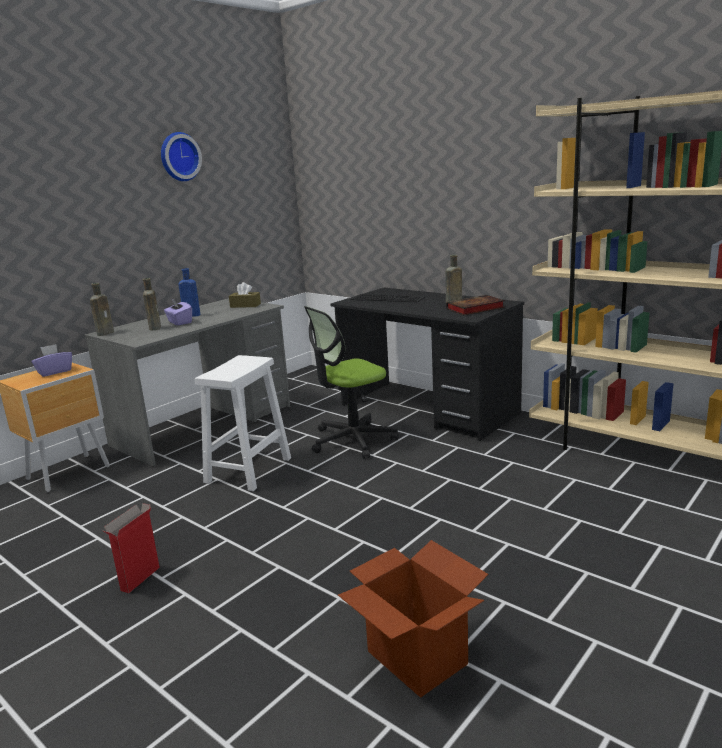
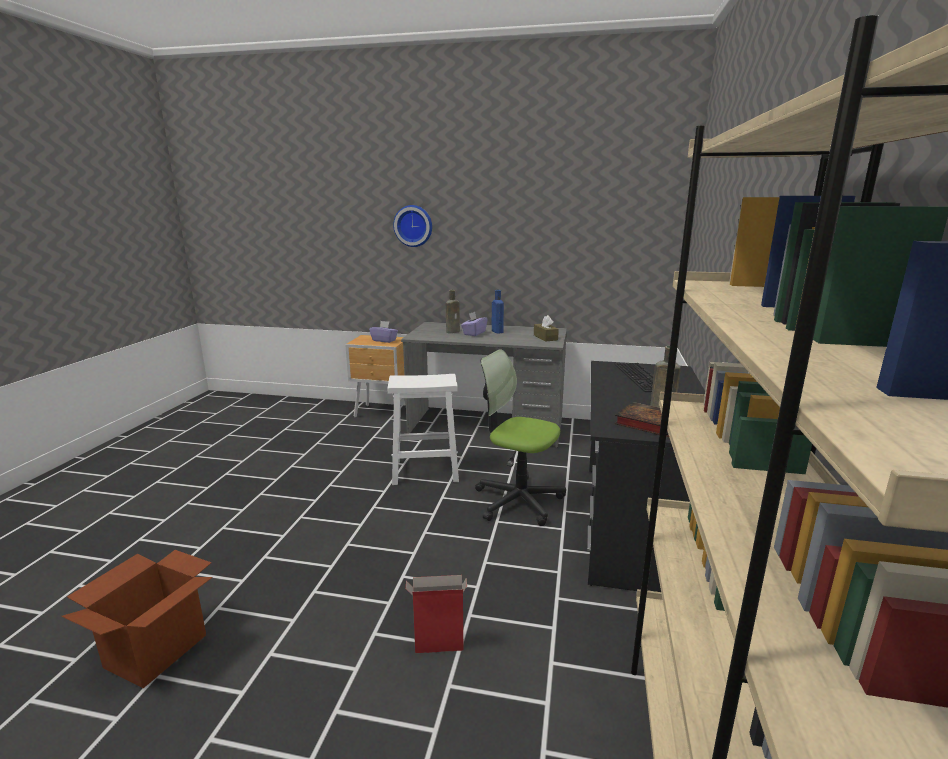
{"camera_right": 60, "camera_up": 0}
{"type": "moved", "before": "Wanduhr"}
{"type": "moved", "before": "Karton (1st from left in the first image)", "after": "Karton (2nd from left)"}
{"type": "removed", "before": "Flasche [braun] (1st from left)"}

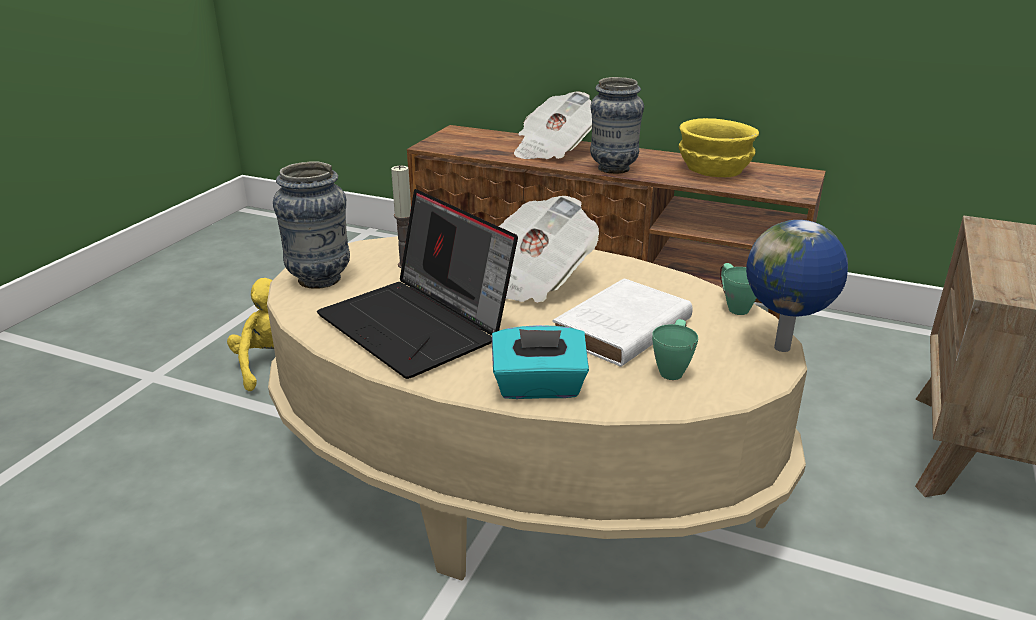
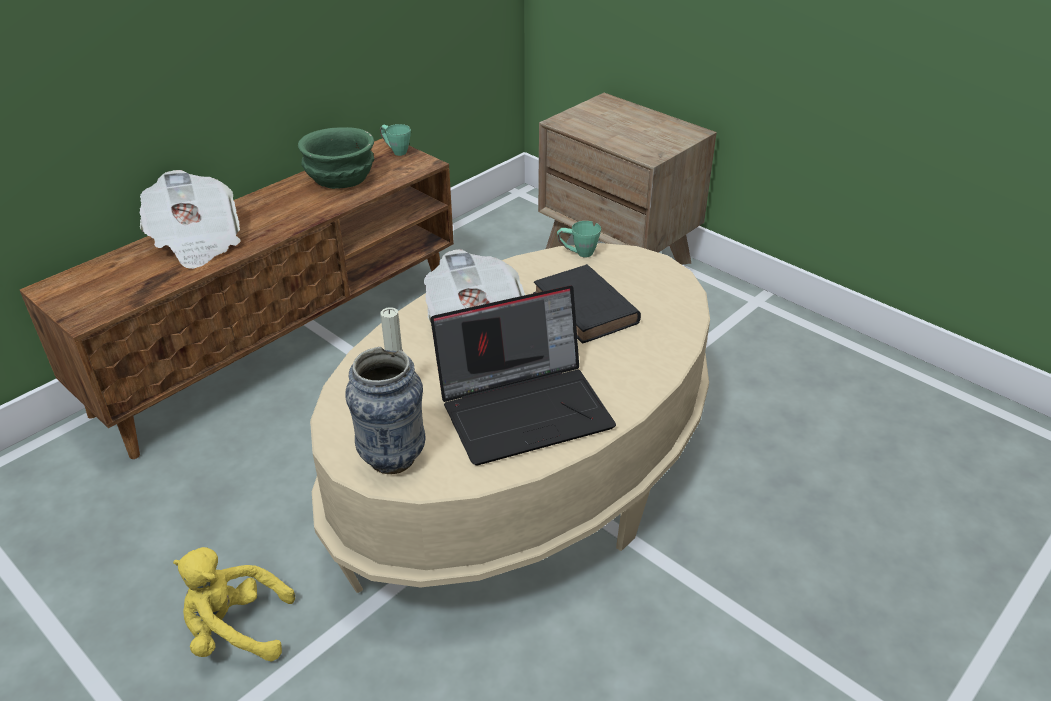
{"camera_right": -70, "camera_up": 10}
{"type": "recoloured", "before": "Schüssel [gelb]", "after": "Schüssel [grün]"}
{"type": "moved", "before": "Henkelbecher [grün] (1st from left)"}
{"type": "recoloured", "before": "Buch [weiß]", "after": "Buch [schwarz]"}
{"type": "removed", "before": "Taschentuchbox [türkis]"}
{"type": "removed", "before": "Vase (2nd from left)"}
{"type": "removed", "before": "Globus"}

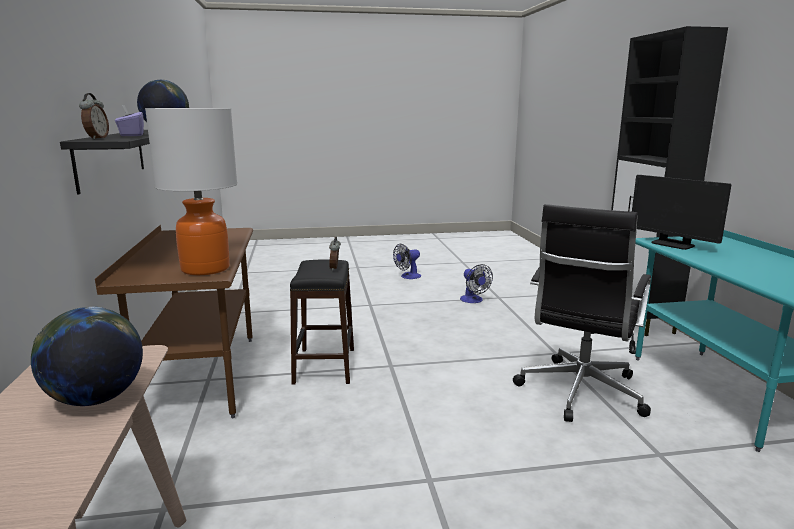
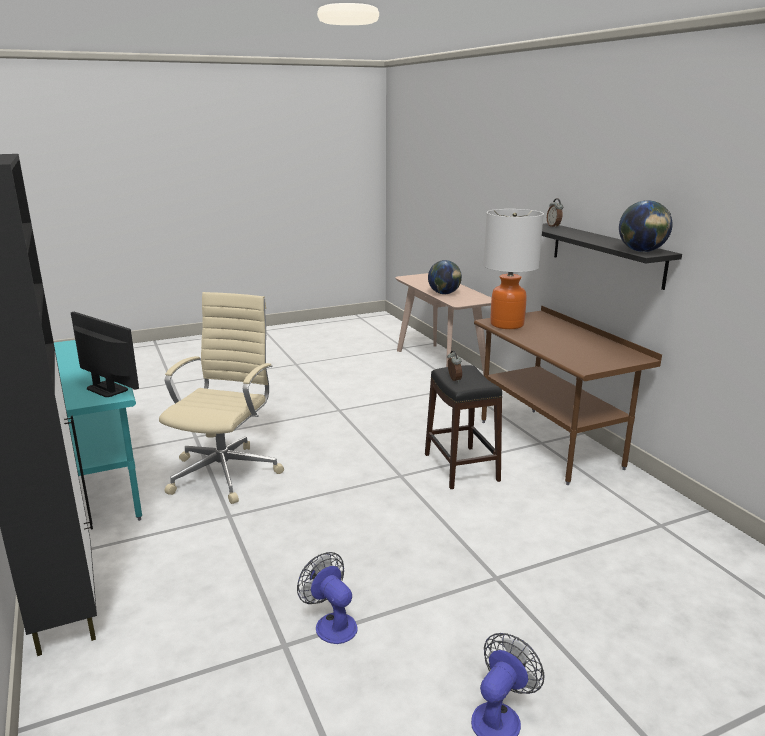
{"camera_right": 165, "camera_up": 5}
{"type": "recoloured", "before": "Bürostuhl [schwarz]", "after": "Bürostuhl [beige]"}
{"type": "removed", "before": "Taschentuchbox [lila]"}

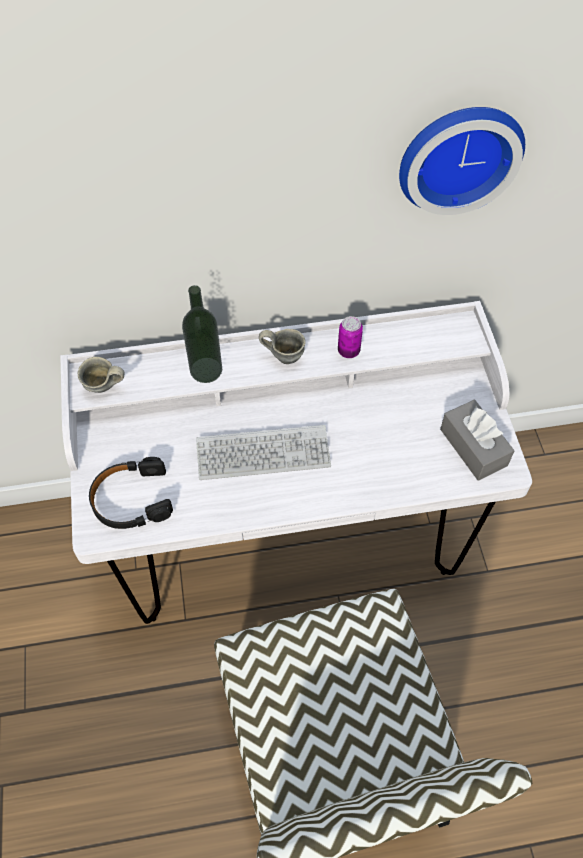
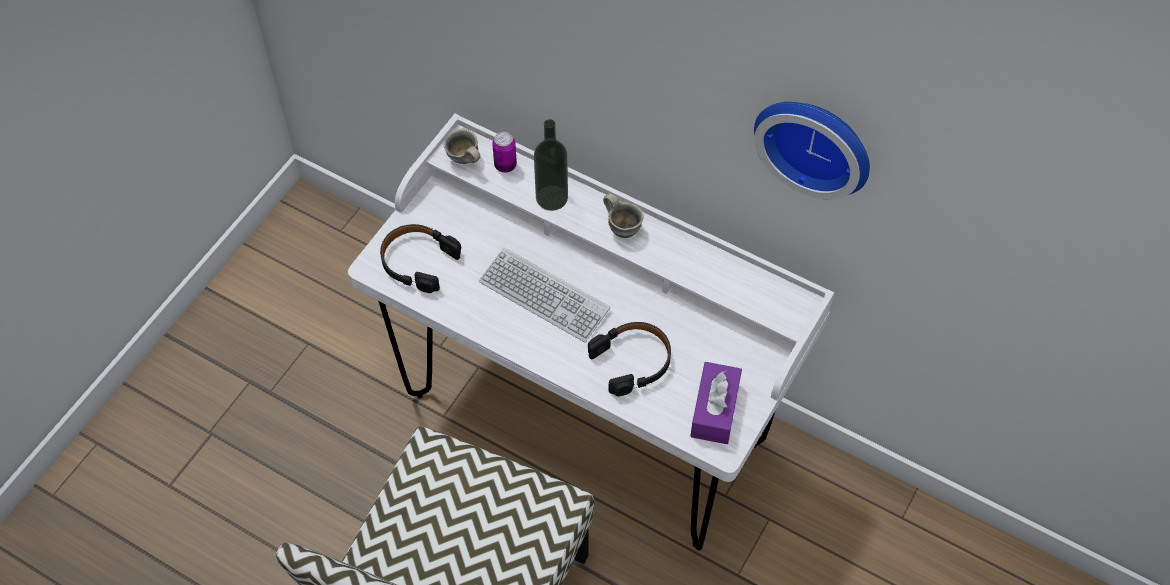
{"camera_right": 40, "camera_up": 0}
{"type": "moved", "before": "Dose"}
{"type": "added", "after": "Kopfhörer [schwarz] (2nd from left)"}
{"type": "recoloured", "before": "Taschentuchbox [grau]", "after": "Taschentuchbox [lila]"}

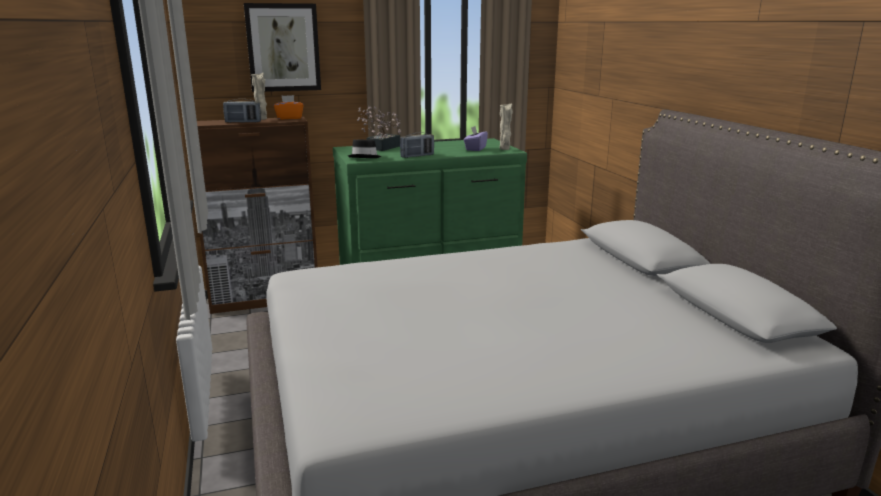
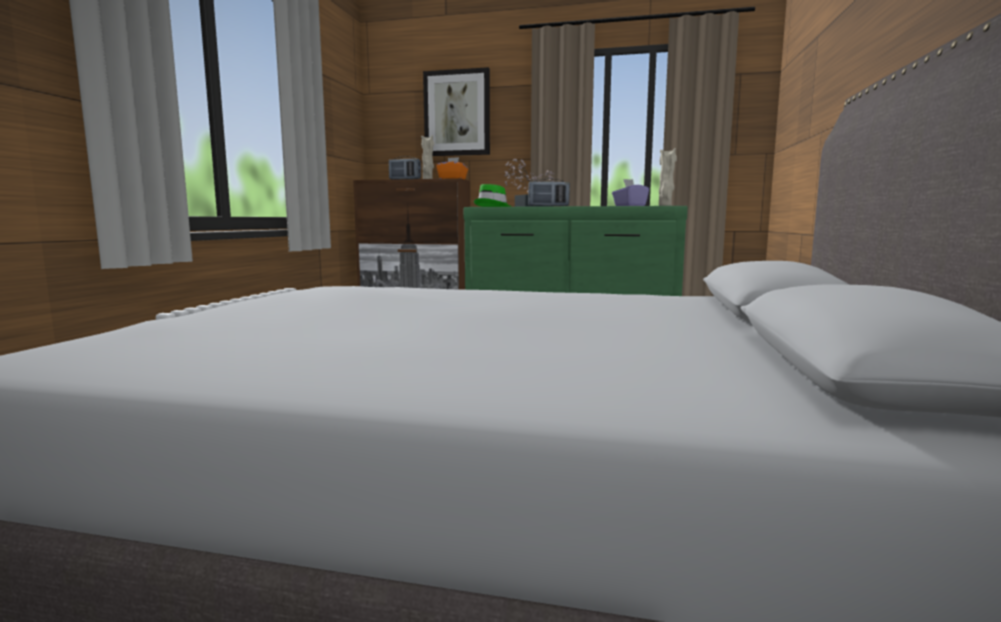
{"camera_right": 30, "camera_up": -10}
{"type": "recoloured", "before": "Hut [schwarz]", "after": "Hut [grün]"}

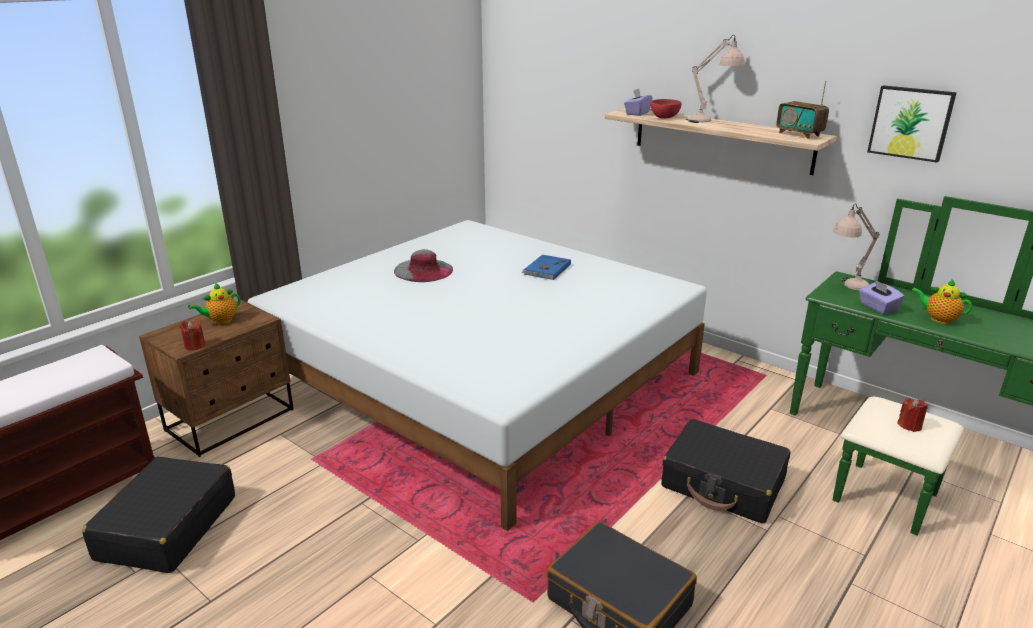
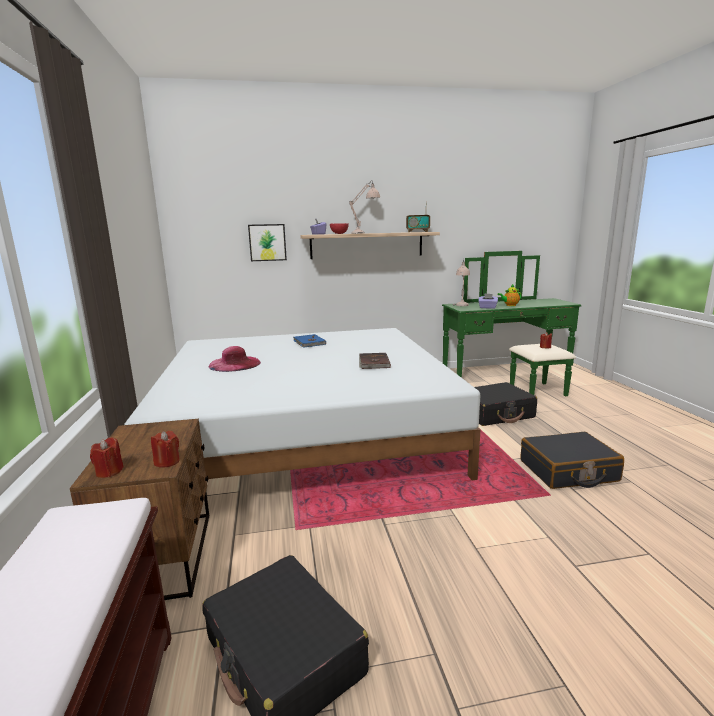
{"camera_right": -50, "camera_up": -10}
{"type": "added", "after": "Kerze [rot] (1st from left)"}
{"type": "recoloured", "before": "Hut [grau]", "after": "Hut [rosa]"}
{"type": "moved", "before": "Bild"}
{"type": "added", "after": "Buch [braun]"}
{"type": "removed", "before": "Teekanne (1st from left)"}

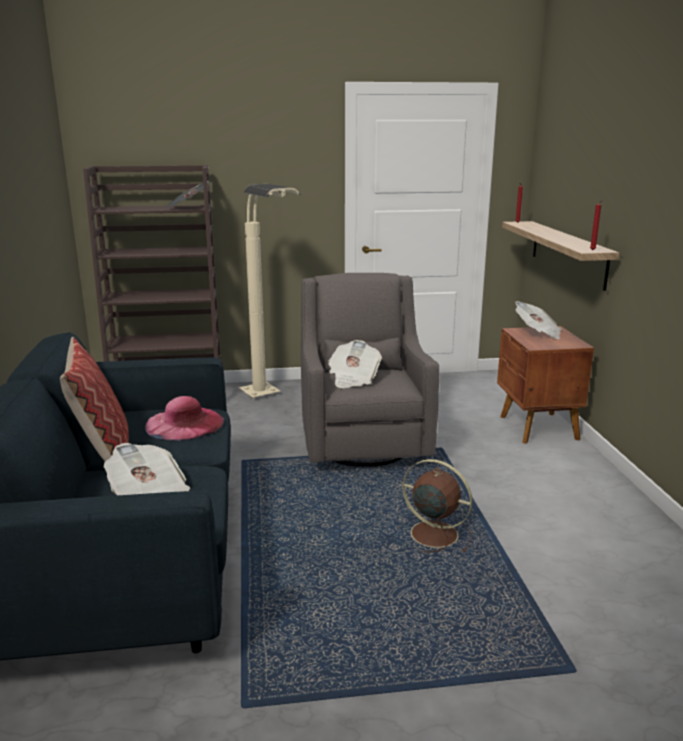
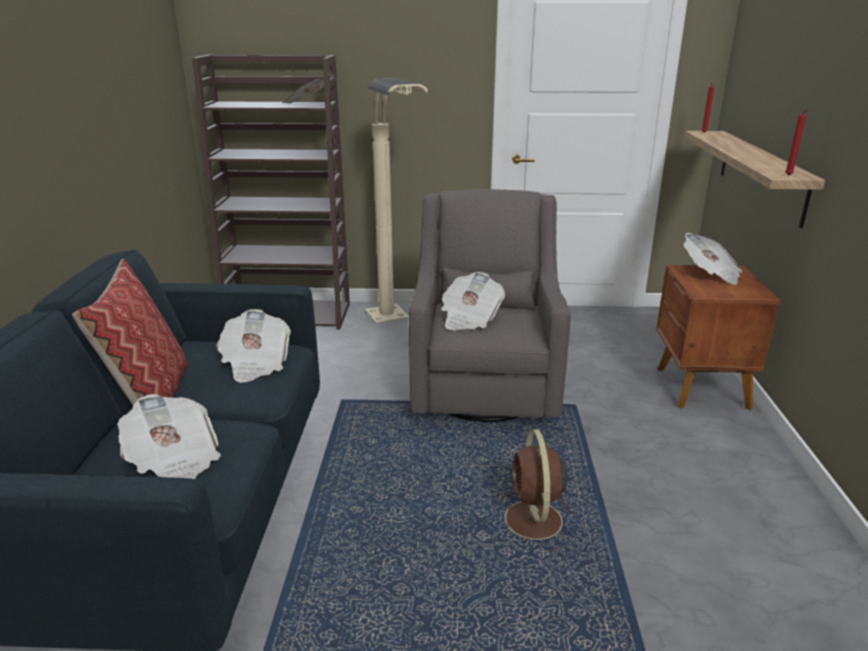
{"camera_right": 10, "camera_up": 5}
{"type": "replaced", "before": "Hut [rosa]", "after": "Zeitung (2nd from left)"}
{"type": "turned", "before": "Ventilator [braun]", "turn": -135}

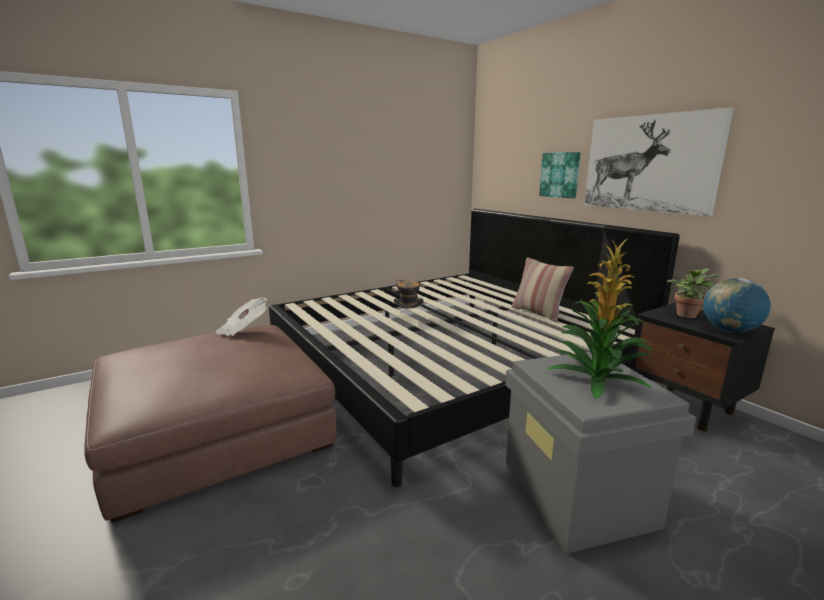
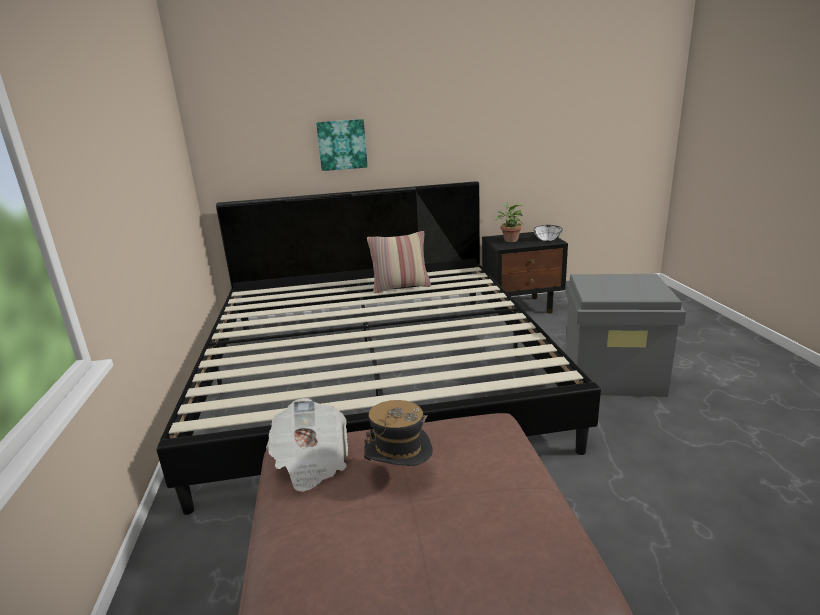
{"camera_right": -65, "camera_up": 5}
{"type": "moved", "before": "Hut"}
{"type": "replaced", "before": "Globus", "after": "Schüssel [weiß]"}
{"type": "removed", "before": "Topfpflanze (1st from left)"}
{"type": "removed", "before": "Bild (2nd from left)"}

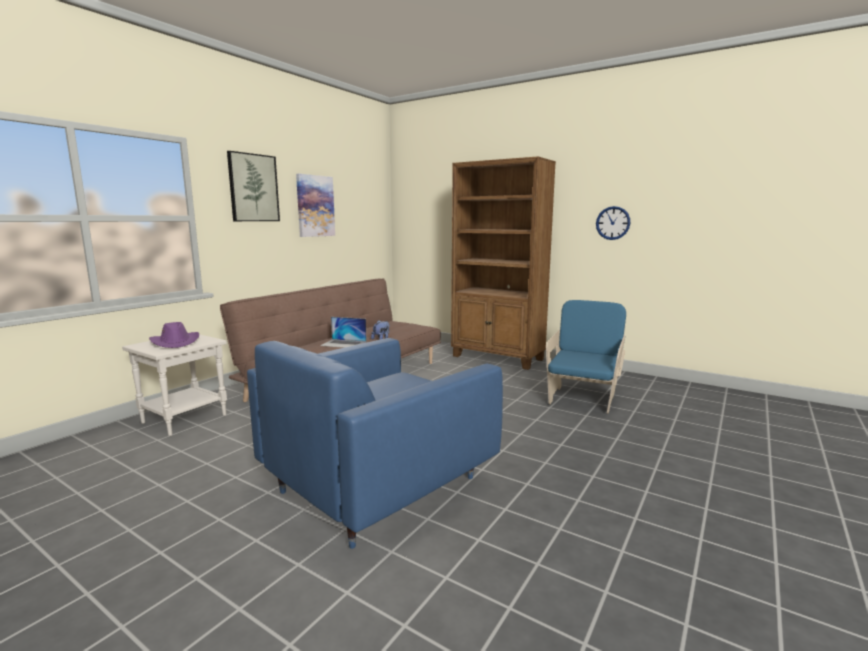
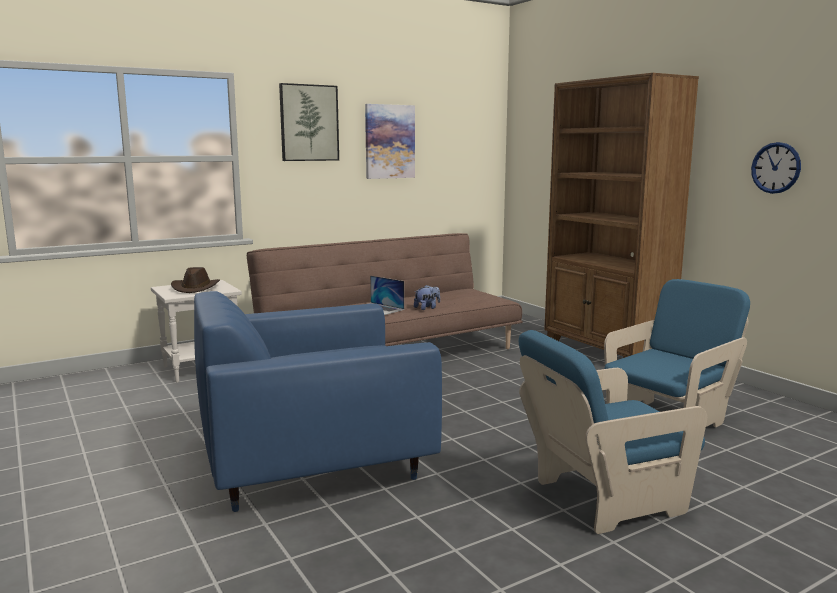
{"camera_right": 25, "camera_up": 0}
{"type": "recoloured", "before": "Hut [lila]", "after": "Hut [braun]"}
{"type": "added", "after": "Sessel [blau] (2nd from left)"}

